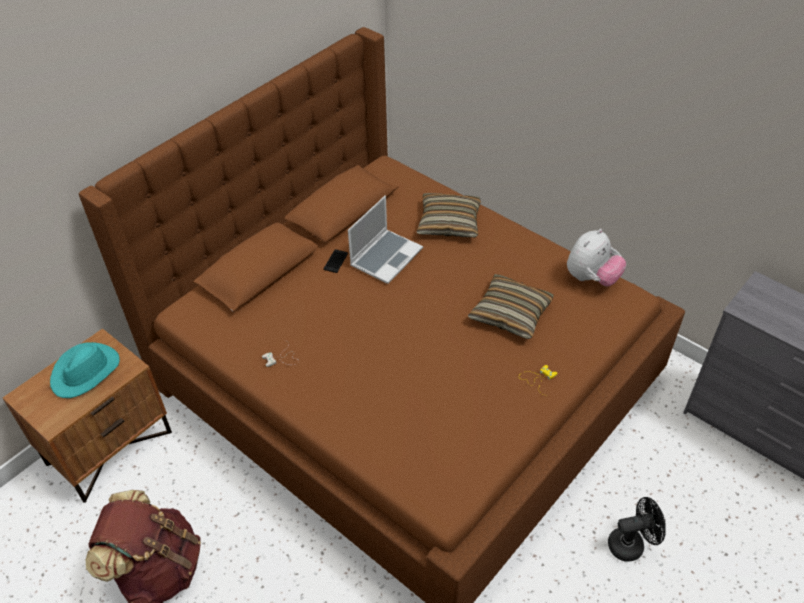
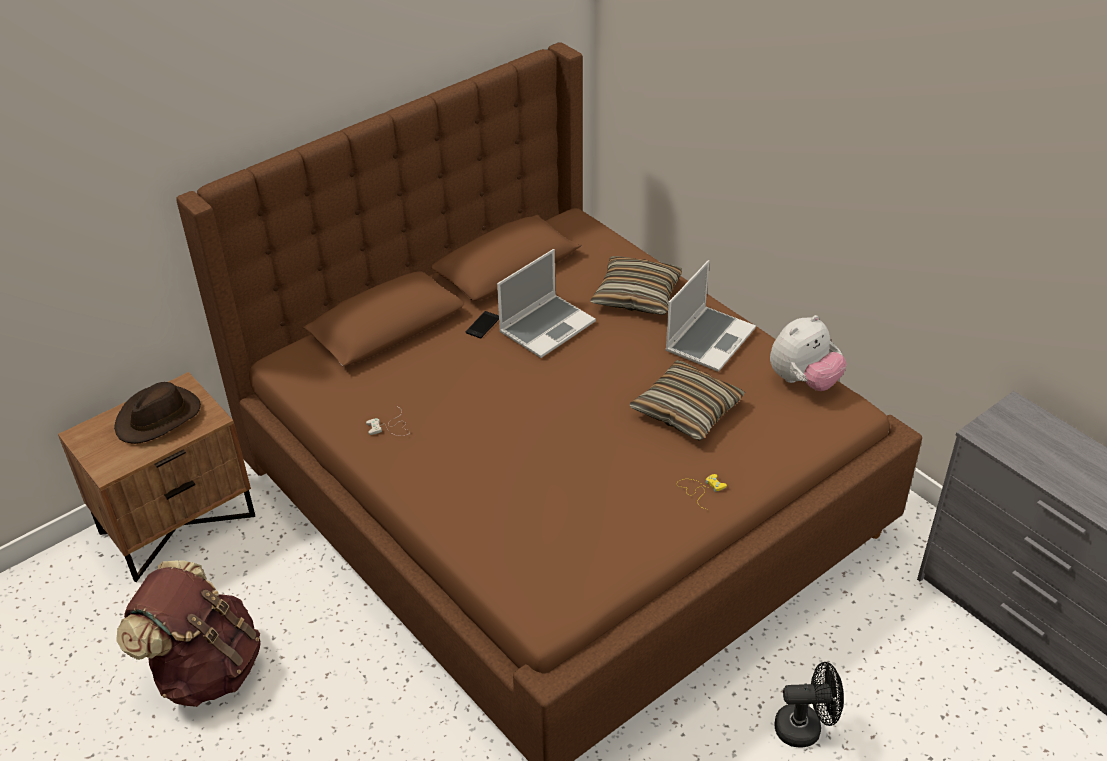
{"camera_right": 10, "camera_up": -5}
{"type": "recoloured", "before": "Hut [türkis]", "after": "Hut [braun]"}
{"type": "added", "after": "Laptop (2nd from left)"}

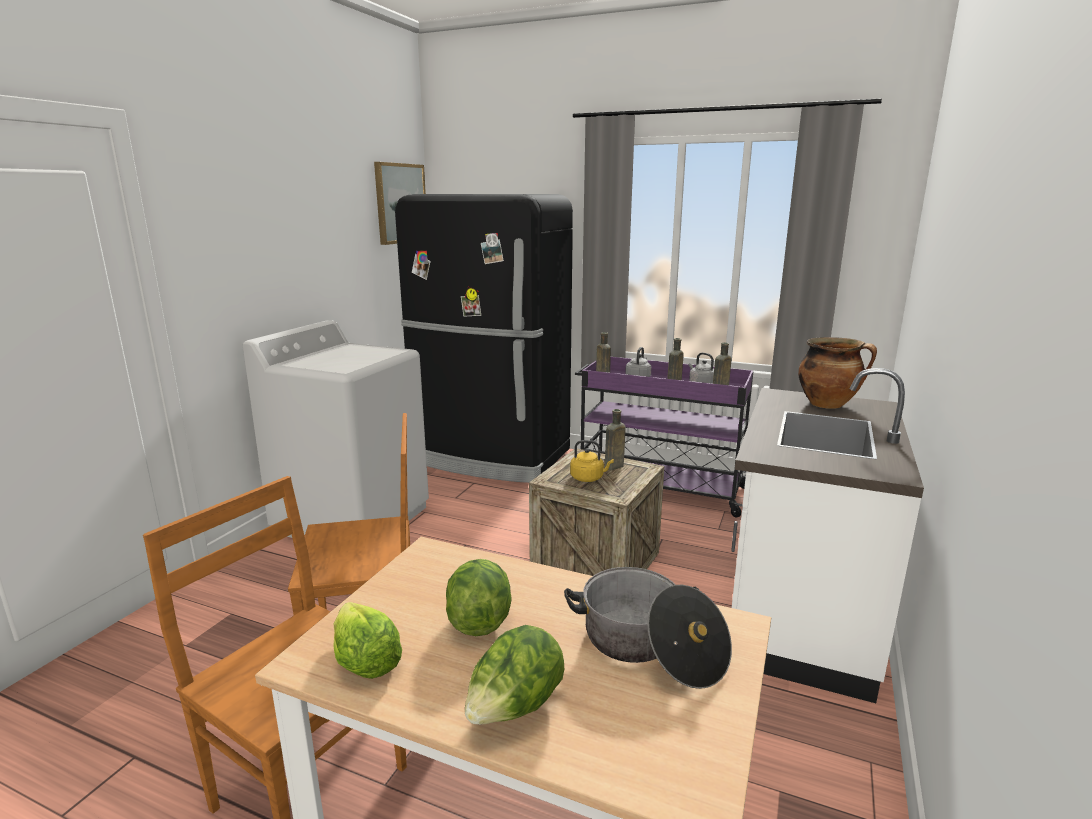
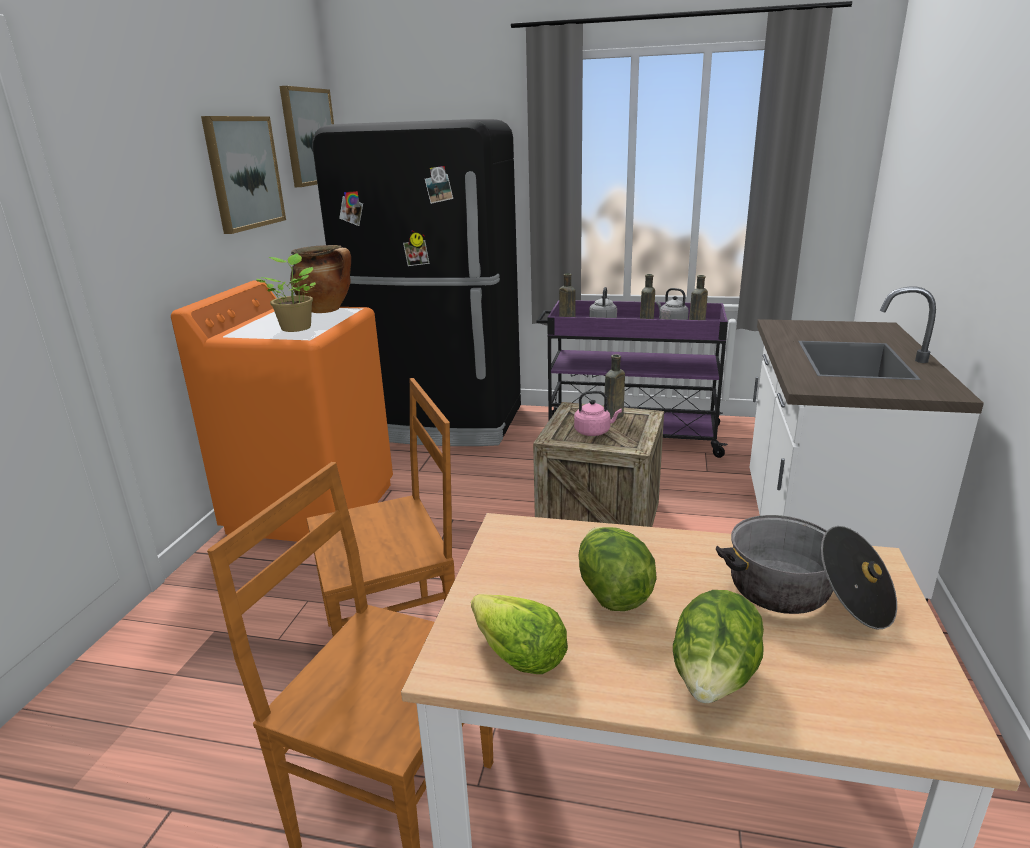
{"camera_right": -10, "camera_up": 5}
{"type": "recoloured", "before": "Waschmaschine [weiß]", "after": "Waschmaschine [orange]"}
{"type": "added", "after": "Bild (1st from left)"}
{"type": "added", "after": "Topfpflanze"}
{"type": "moved", "before": "Kochtopf (2nd from left in the first image)", "after": "Kochtopf (1st from left)"}
{"type": "recoloured", "before": "Wasserkessel [gelb]", "after": "Wasserkessel [rosa]"}

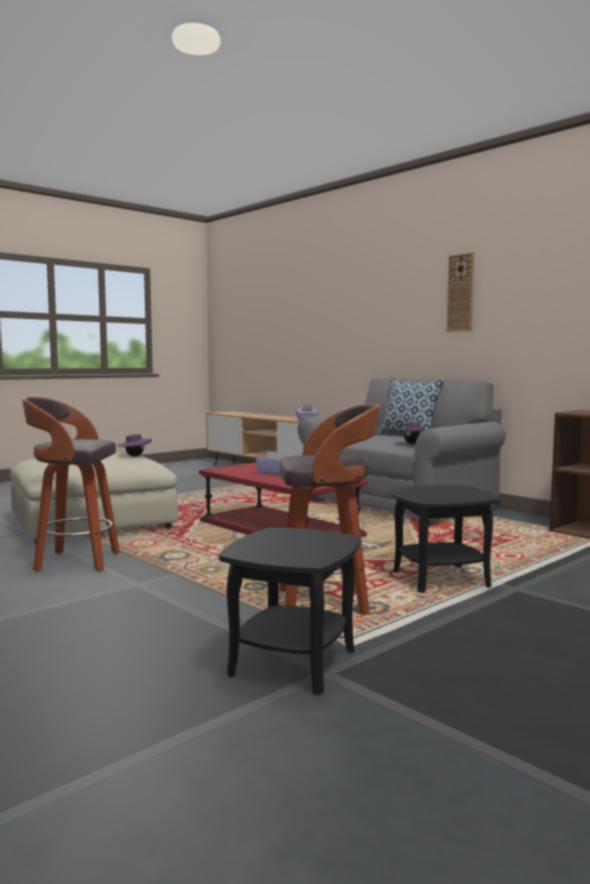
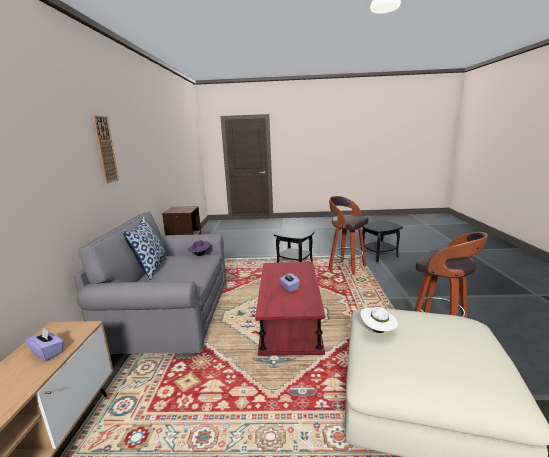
{"camera_right": -135, "camera_up": 10}
{"type": "recoloured", "before": "Hut [lila] (1st from left)", "after": "Hut [weiß]"}

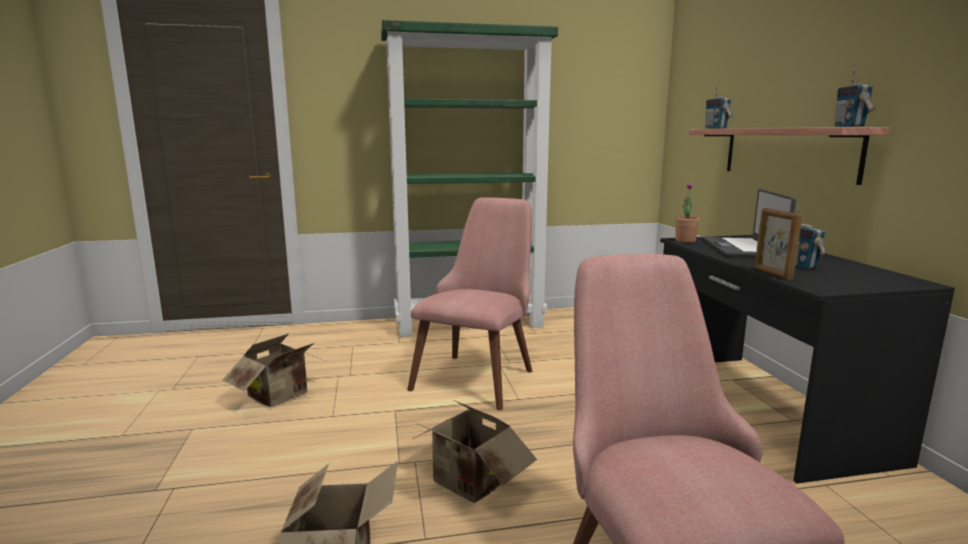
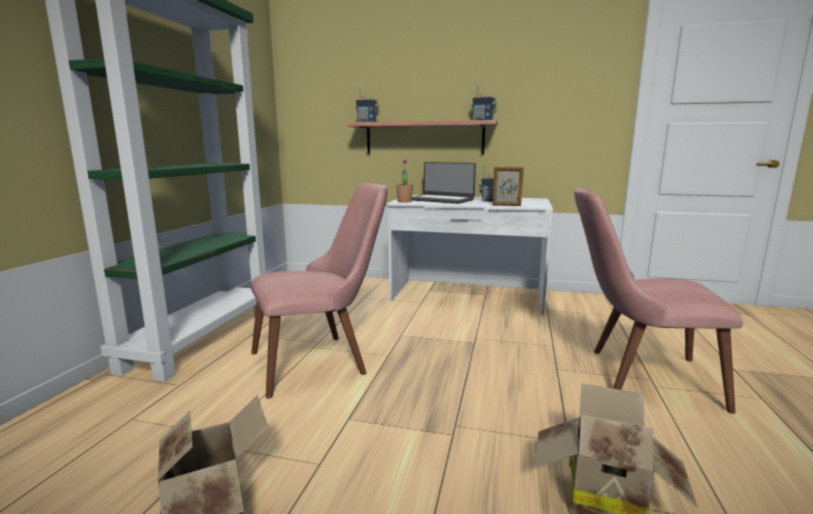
{"camera_right": -65, "camera_up": 0}
{"type": "turned", "before": "Stuhl [rosa] (1st from left)", "turn": 105}
{"type": "recoloured", "before": "Schreibtisch [schwarz]", "after": "Schreibtisch [weiß]"}
{"type": "removed", "before": "Karton (3rd from left)"}

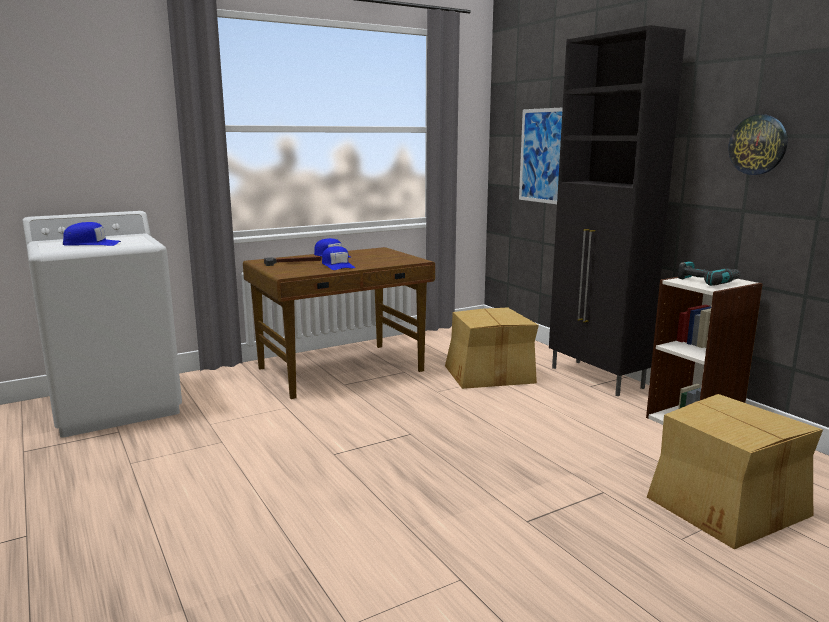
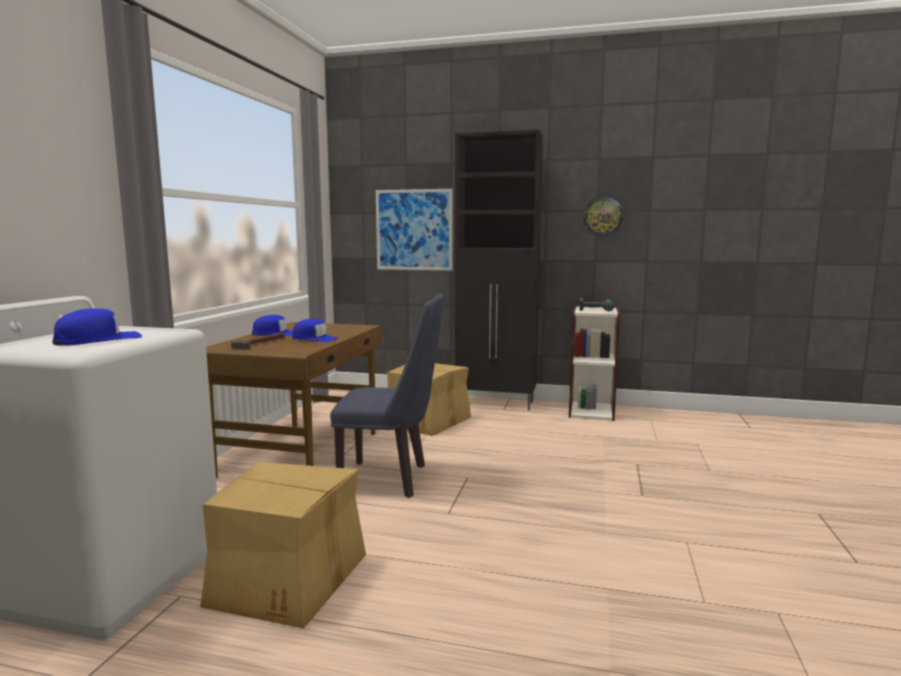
{"camera_right": -45, "camera_up": -5}
{"type": "moved", "before": "Karton (2nd from left in the first image)", "after": "Karton (1st from left)"}
{"type": "added", "after": "Stuhl [blau]"}

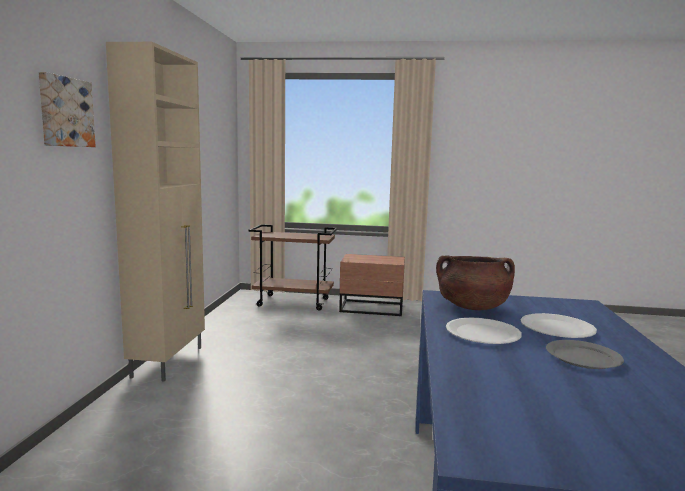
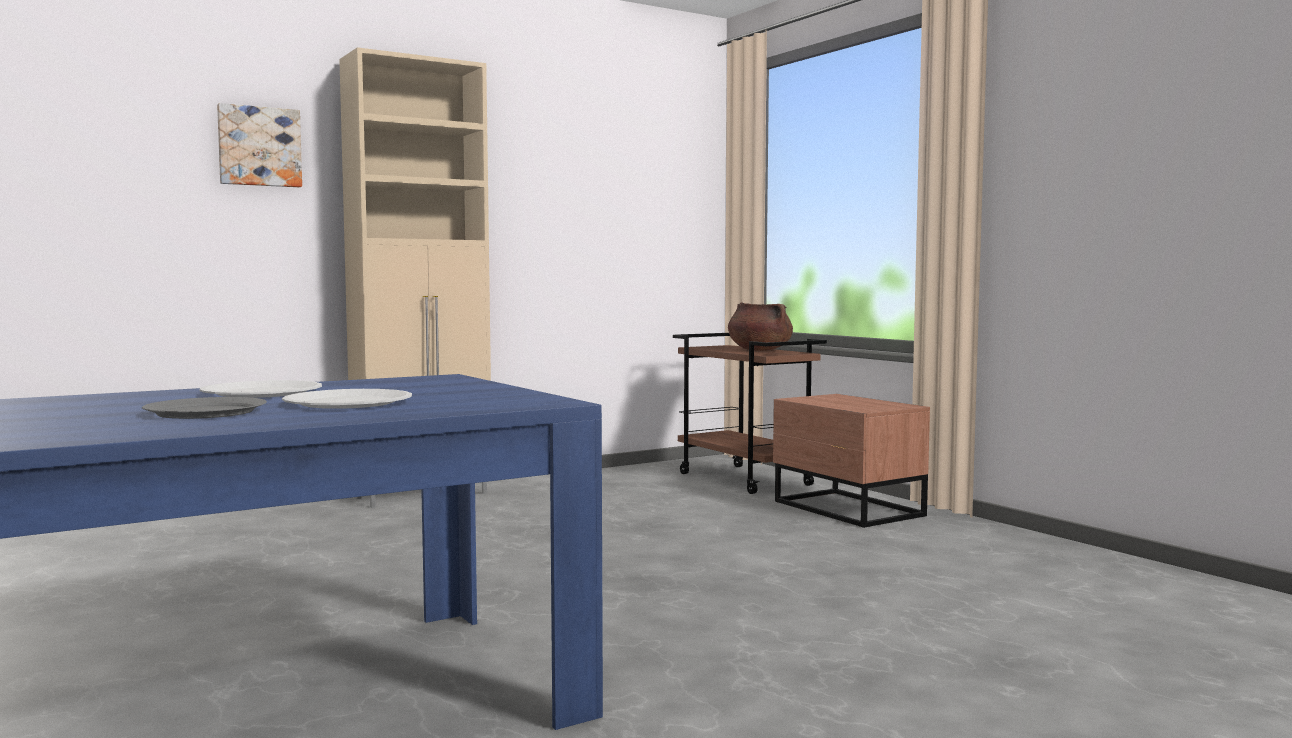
{"camera_right": 50, "camera_up": -5}
{"type": "moved", "before": "Kochtopf [braun]"}

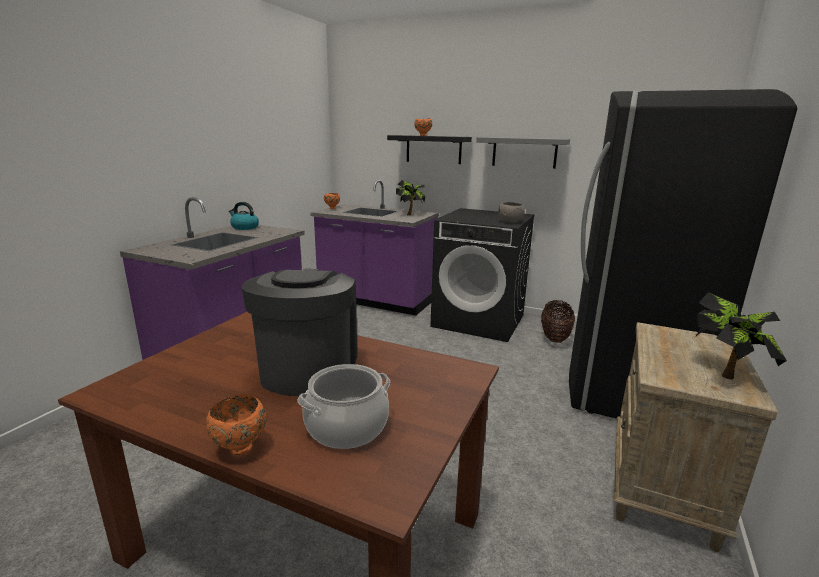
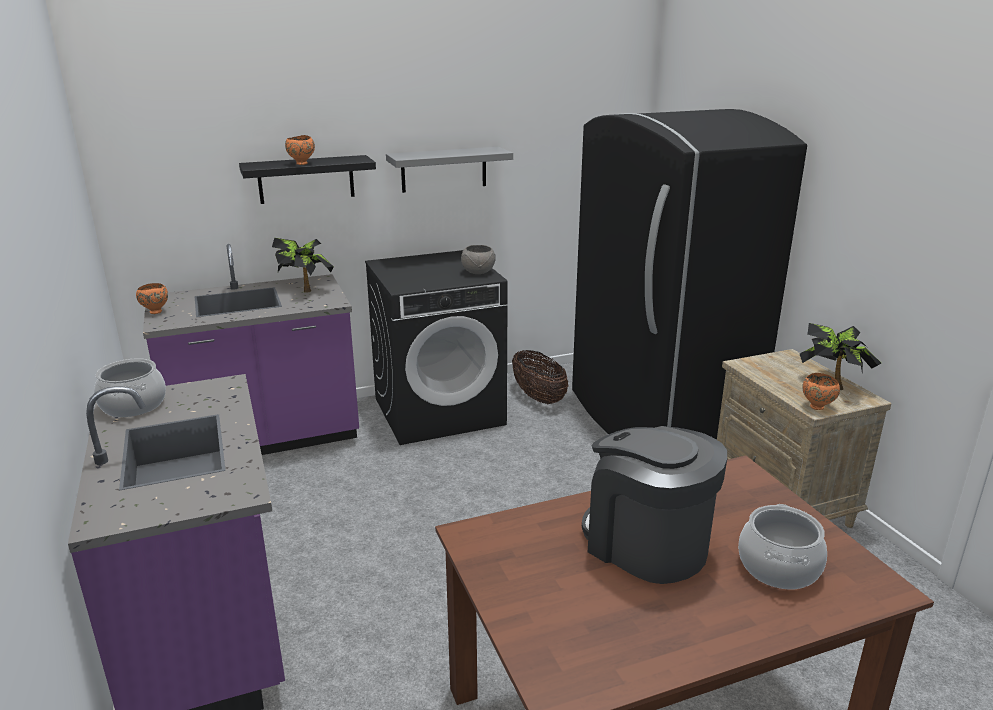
{"camera_right": -45, "camera_up": 5}
{"type": "replaced", "before": "Wasserkessel", "after": "Kochtopf (1st from left)"}
{"type": "moved", "before": "Schüssel [orange] (1st from left in the first image)", "after": "Schüssel [orange] (3rd from left)"}

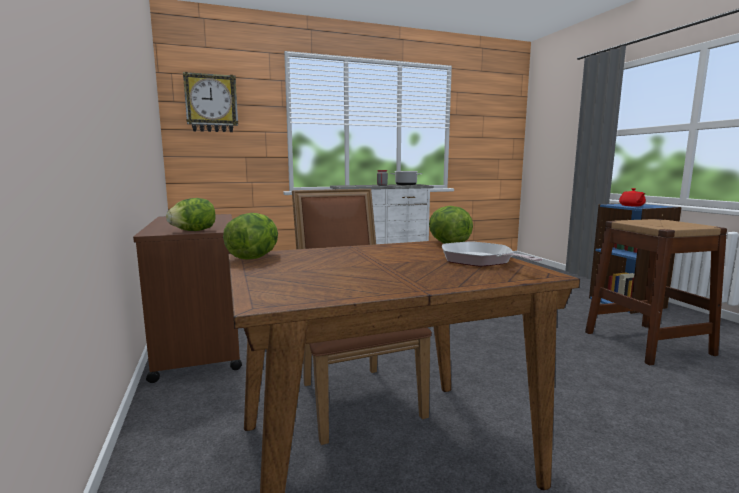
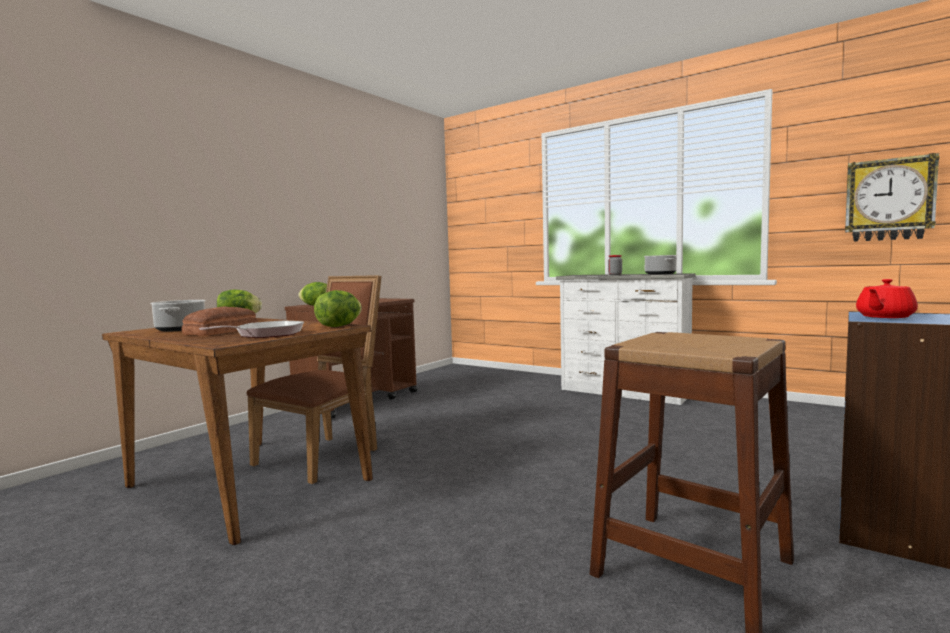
{"camera_right": 55, "camera_up": -5}
{"type": "added", "after": "Kochtopf (1st from left)"}
{"type": "added", "after": "Brot"}
{"type": "moved", "before": "Wanduhr"}

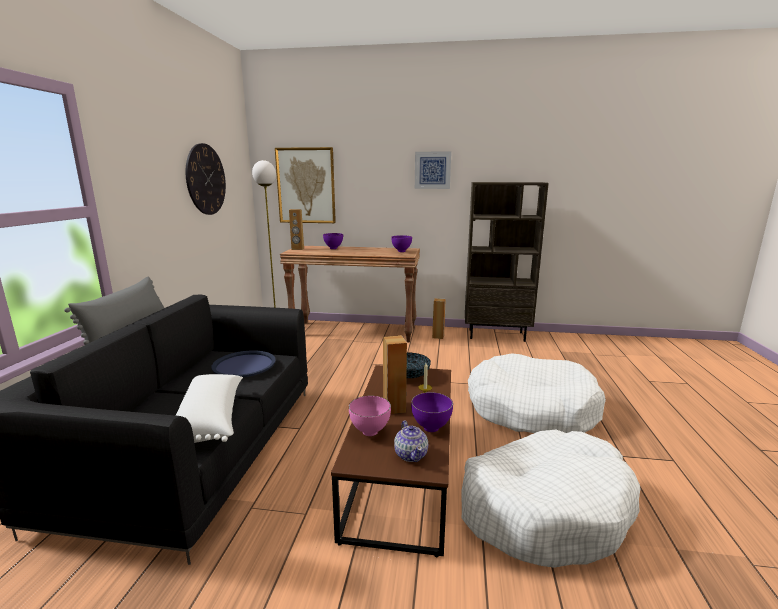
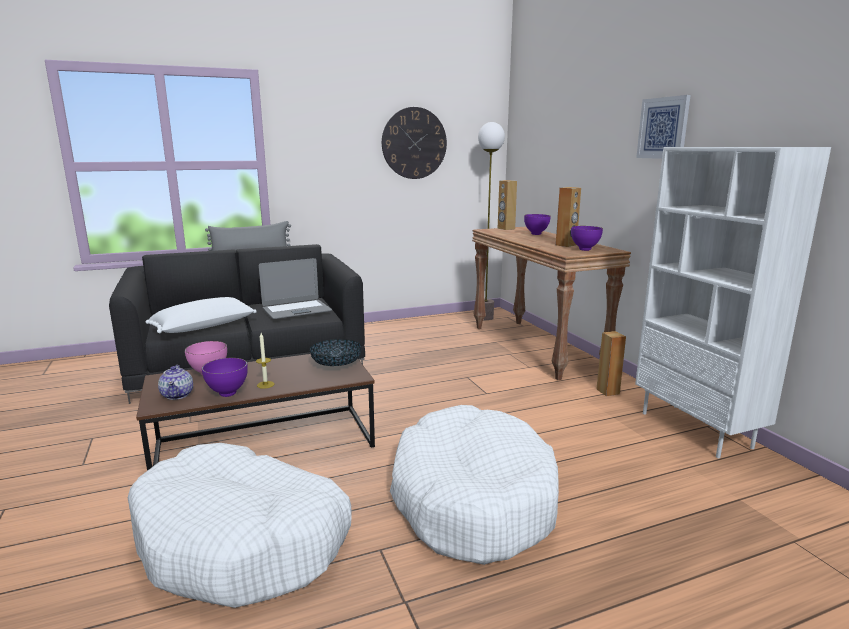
{"camera_right": 60, "camera_up": 0}
{"type": "turned", "before": "Teekanne", "turn": -60}
{"type": "replaced", "before": "Tablett [blau]", "after": "Laptop"}
{"type": "moved", "before": "Lautsprecher [braun] (2nd from left)"}
{"type": "recoloured", "before": "Bücherregal [braun]", "after": "Bücherregal [weiß]"}
{"type": "removed", "before": "Bild (1st from left)"}

